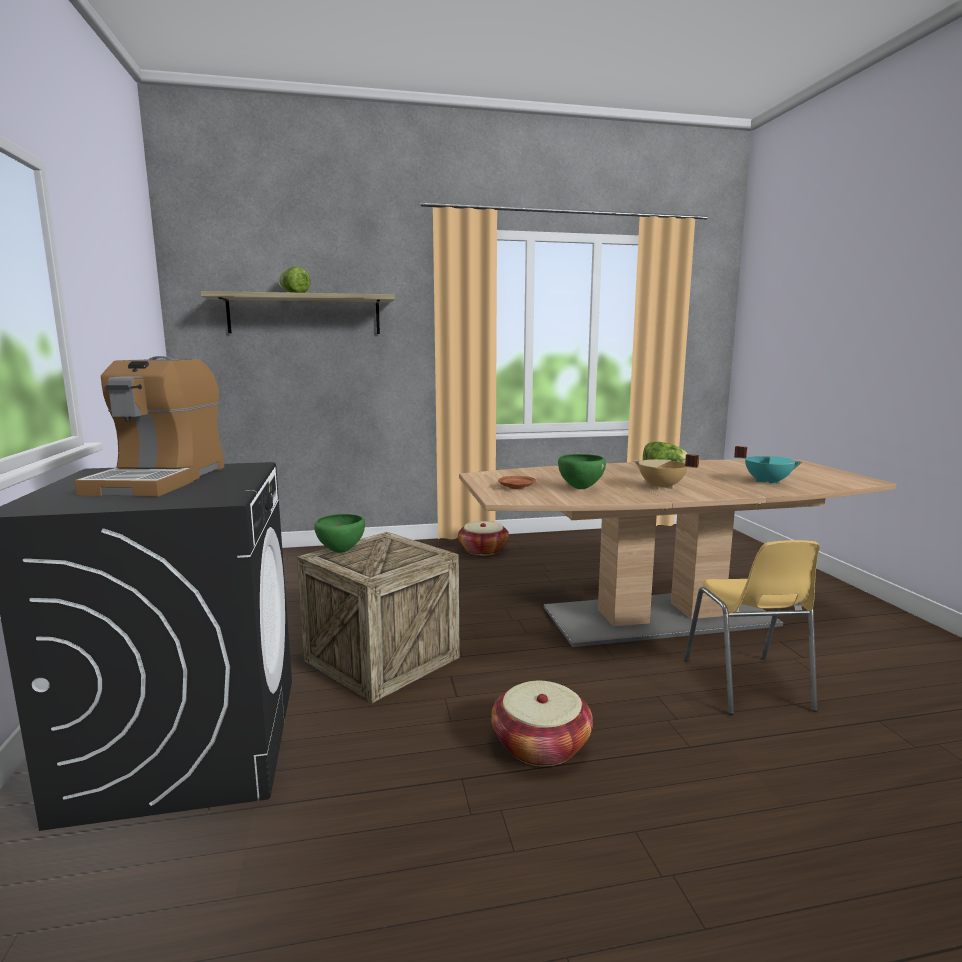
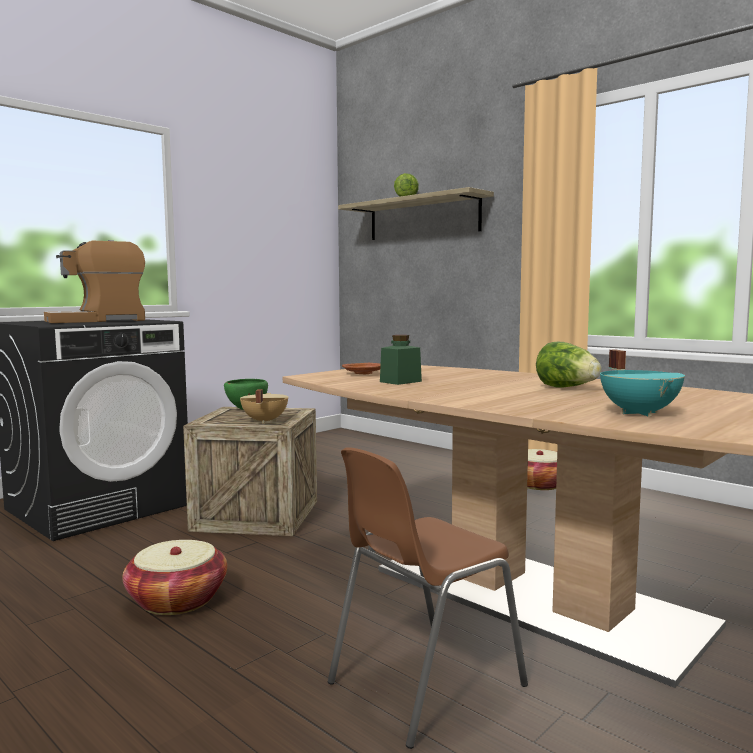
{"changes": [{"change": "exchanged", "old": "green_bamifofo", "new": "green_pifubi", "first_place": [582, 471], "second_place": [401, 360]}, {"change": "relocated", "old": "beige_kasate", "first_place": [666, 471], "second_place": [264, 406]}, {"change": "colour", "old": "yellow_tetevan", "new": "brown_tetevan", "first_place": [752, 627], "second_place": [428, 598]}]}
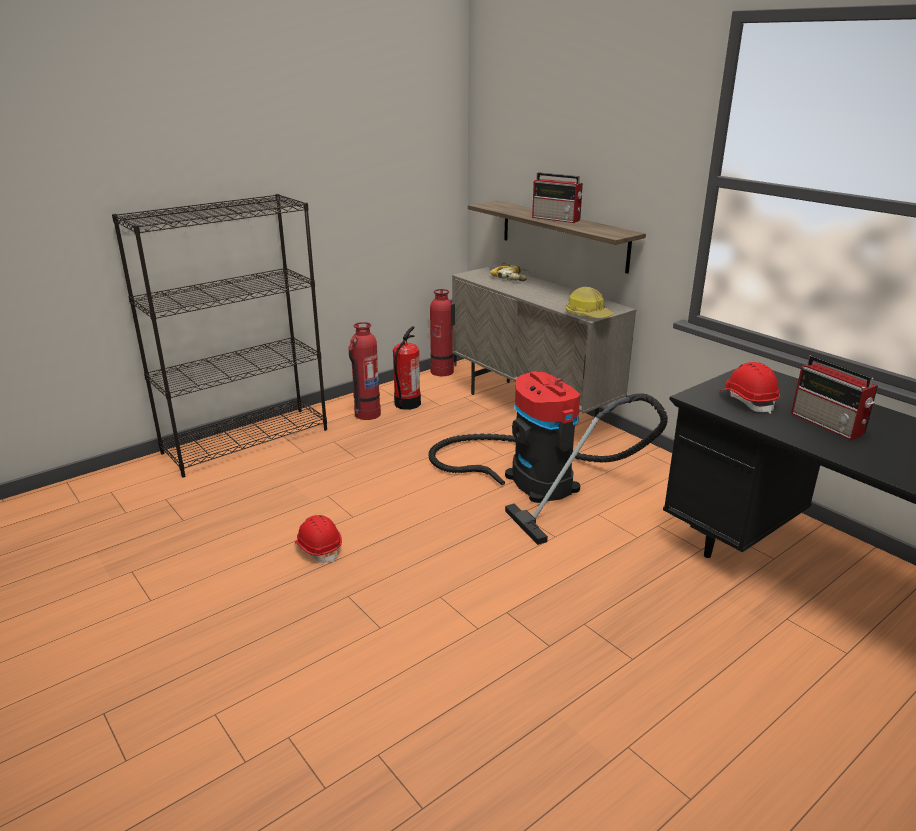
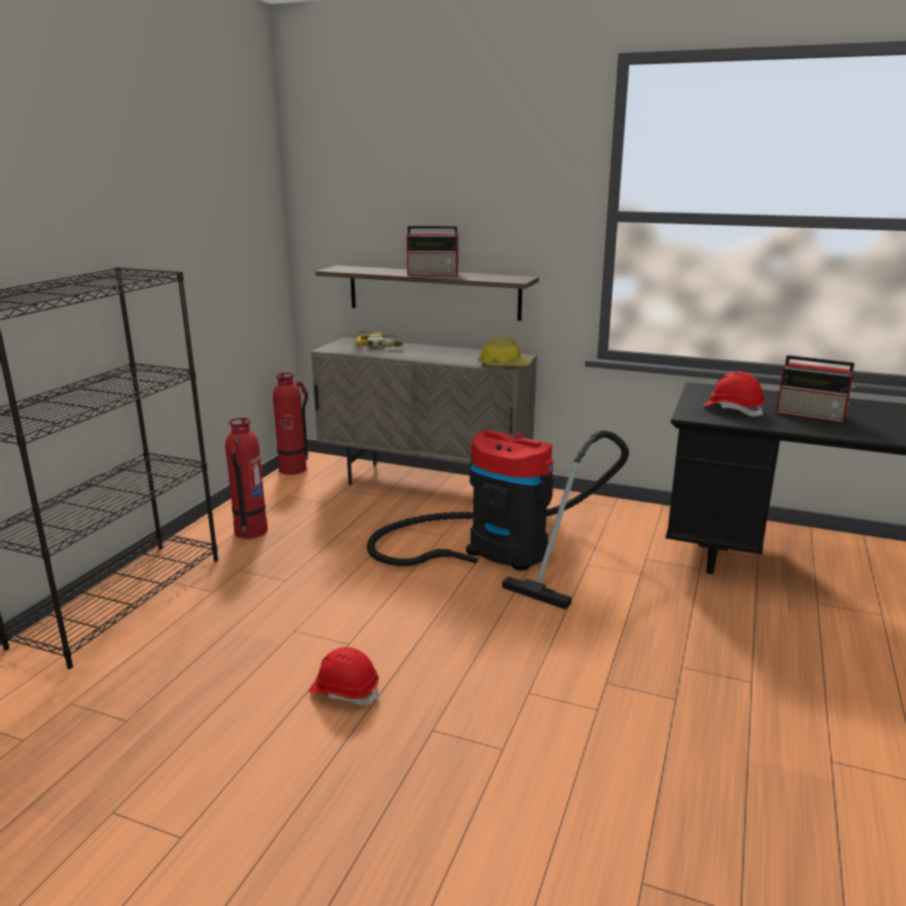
{"changes": [{"change": "missing", "old": "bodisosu", "first_place": [407, 368]}]}
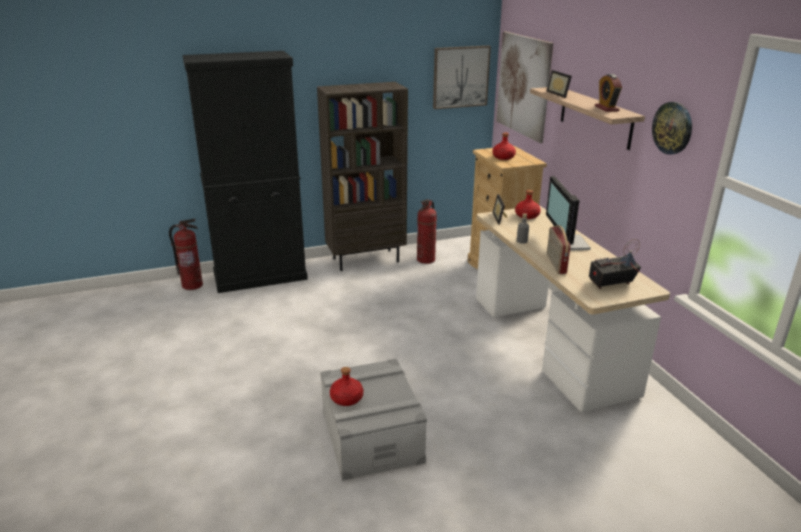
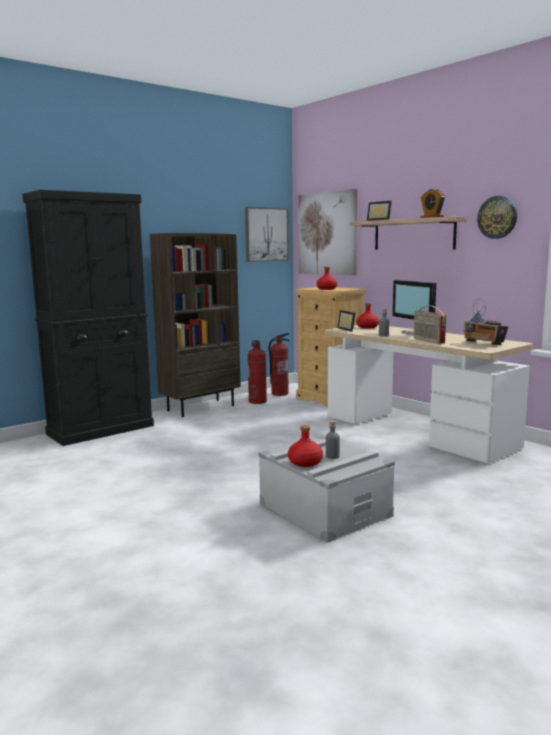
{"changes": [{"change": "relocated", "old": "bodisosu", "first_place": [186, 254], "second_place": [278, 364]}, {"change": "spun", "old": "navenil", "first_place": [615, 264], "second_place": [486, 322], "degrees": -90}, {"change": "appeared", "new": "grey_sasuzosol", "second_place": [333, 439]}]}
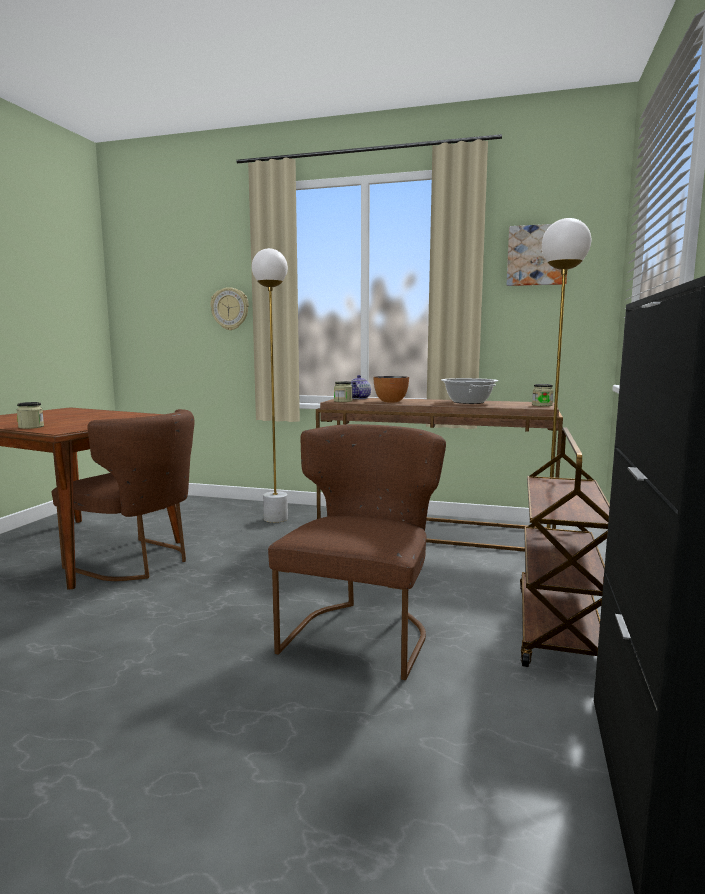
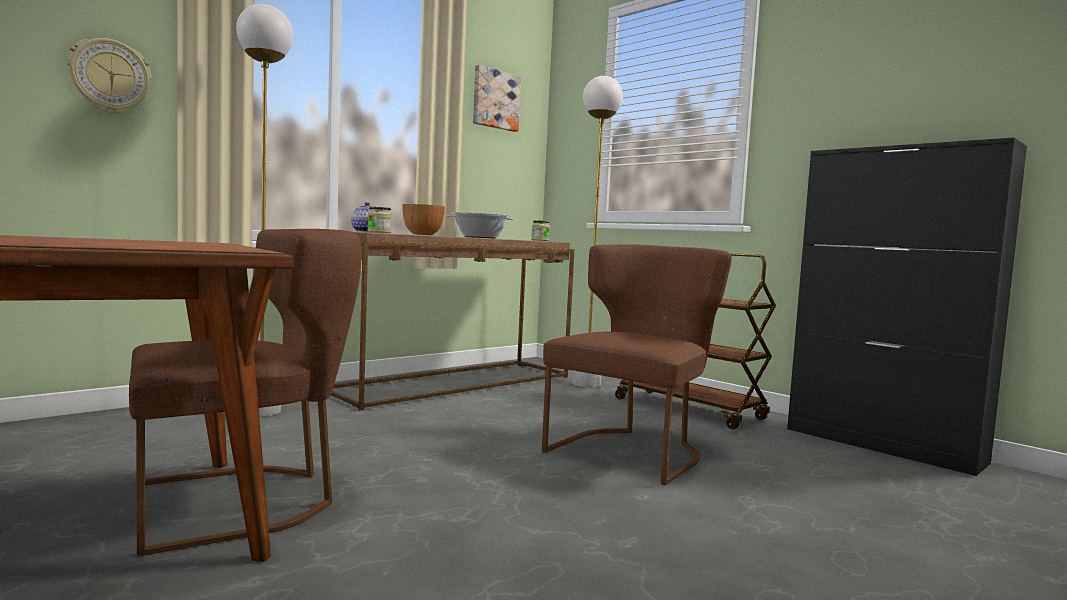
{"changes": [{"change": "missing", "old": "pifubi", "first_place": [30, 415]}, {"change": "spun", "old": "brown_tetevan", "first_place": [357, 552], "second_place": [637, 364], "degrees": 75}]}
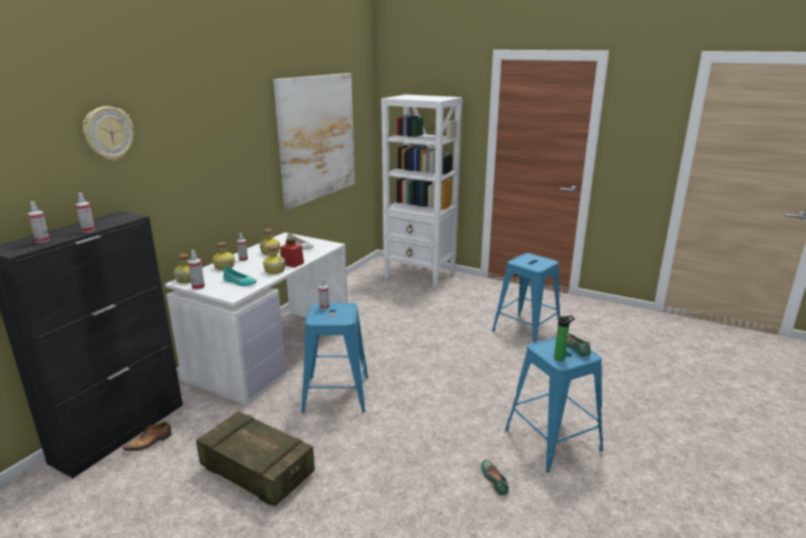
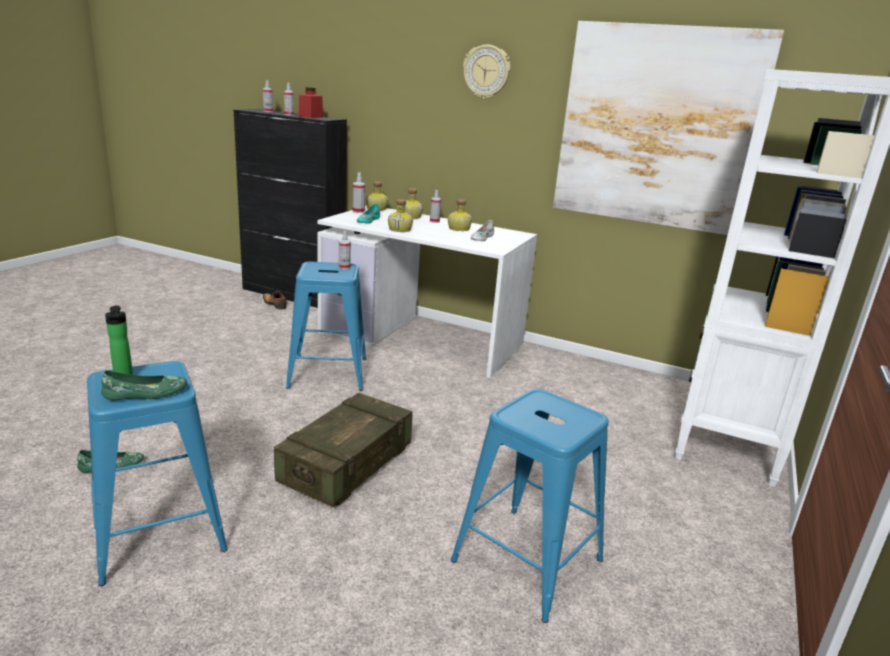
{"changes": [{"change": "relocated", "old": "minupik", "first_place": [108, 133], "second_place": [487, 71]}, {"change": "relocated", "old": "red_pifubi", "first_place": [292, 253], "second_place": [311, 102]}, {"change": "relocated", "old": "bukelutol", "first_place": [255, 458], "second_place": [343, 450]}]}
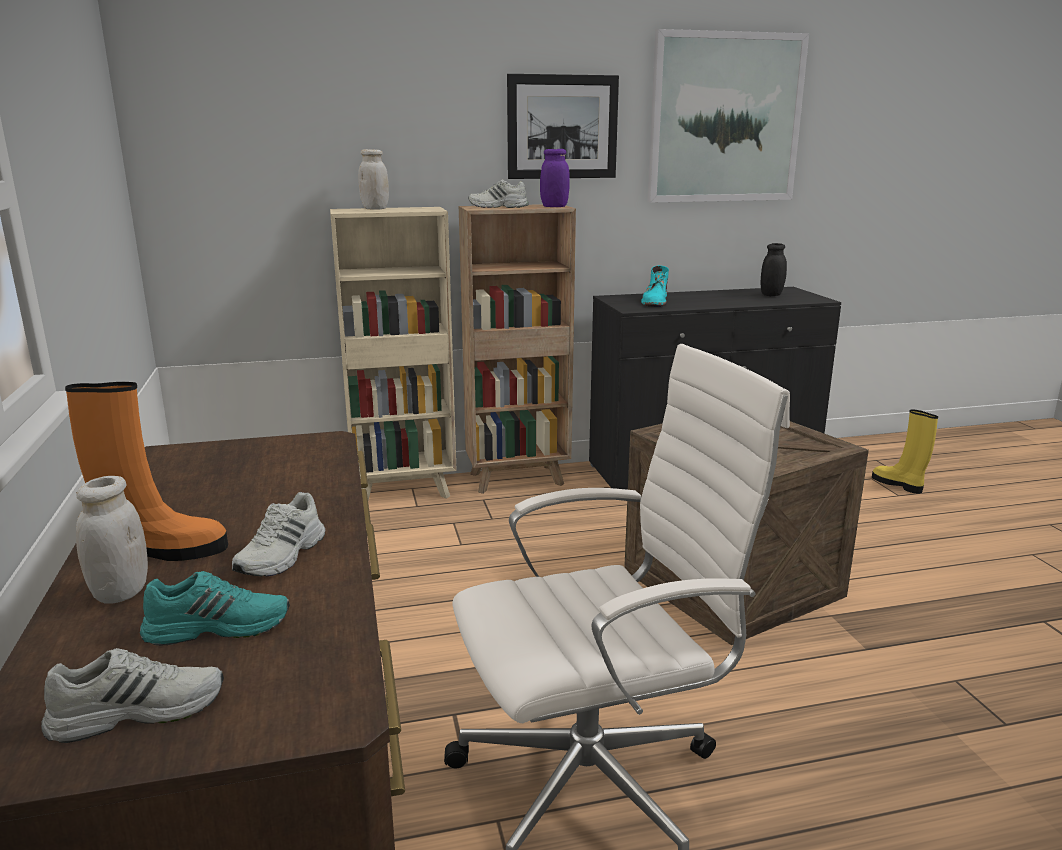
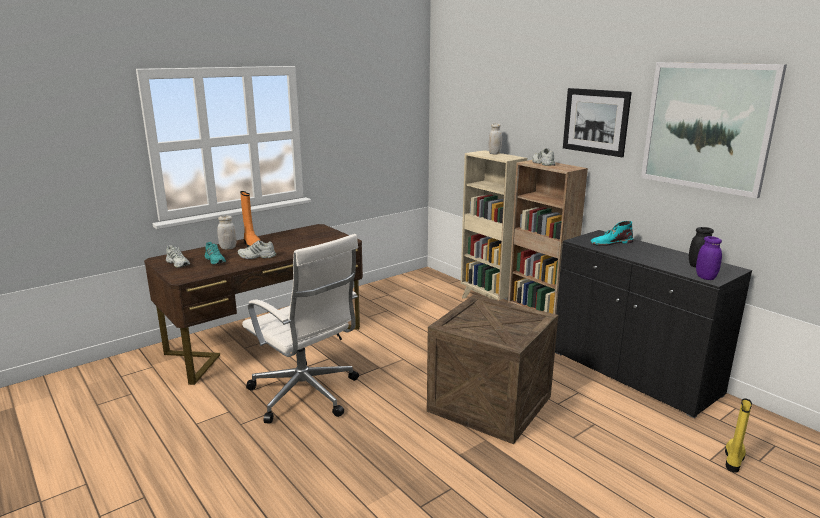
{"changes": [{"change": "relocated", "old": "purple_pifubi", "first_place": [555, 178], "second_place": [709, 258]}]}
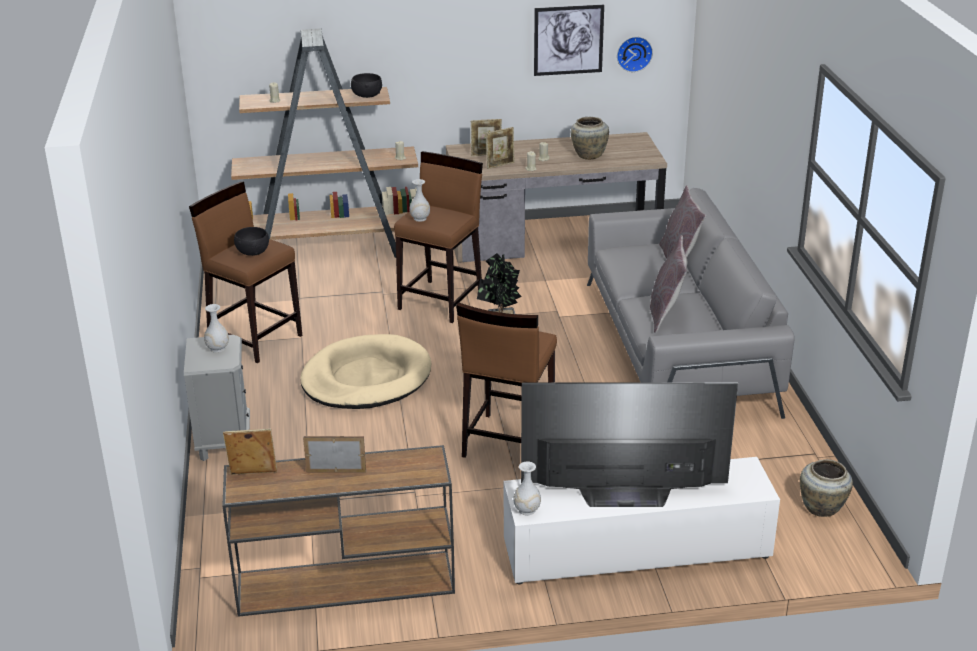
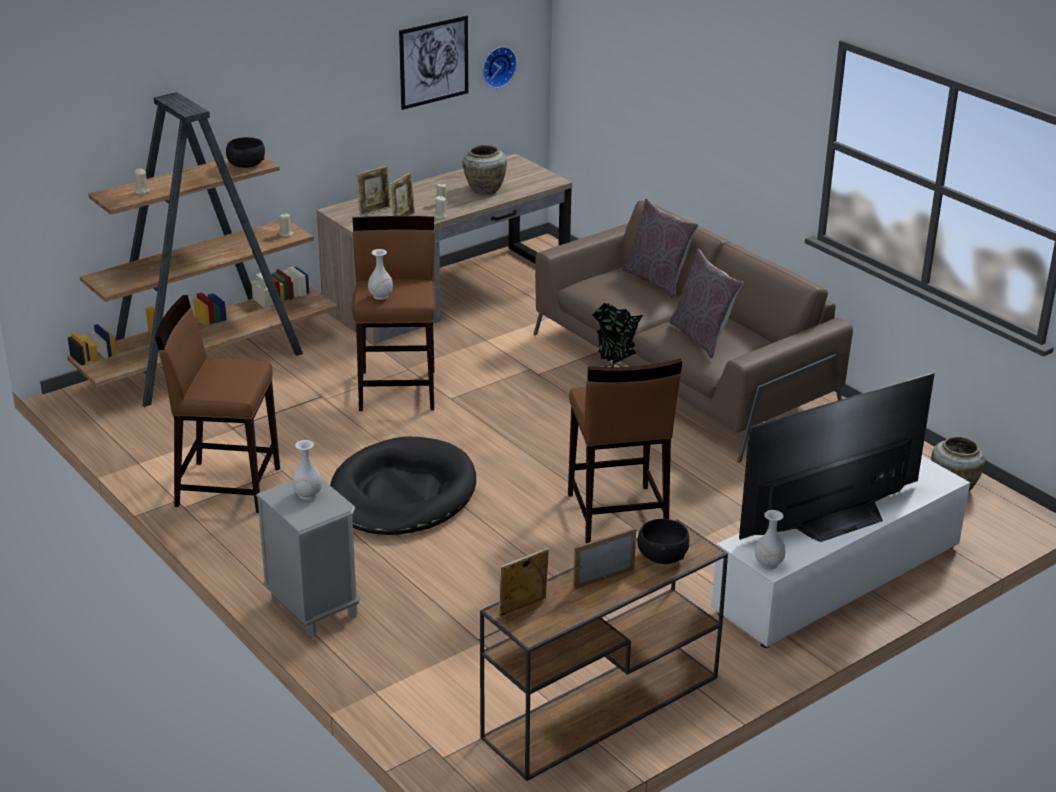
{"changes": [{"change": "colour", "old": "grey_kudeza", "new": "brown_kudeza", "first_place": [691, 303], "second_place": [693, 331]}, {"change": "relocated", "old": "black_bamifofo", "first_place": [251, 241], "second_place": [663, 541]}, {"change": "colour", "old": "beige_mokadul", "new": "black_mokadul", "first_place": [365, 371], "second_place": [403, 486]}]}
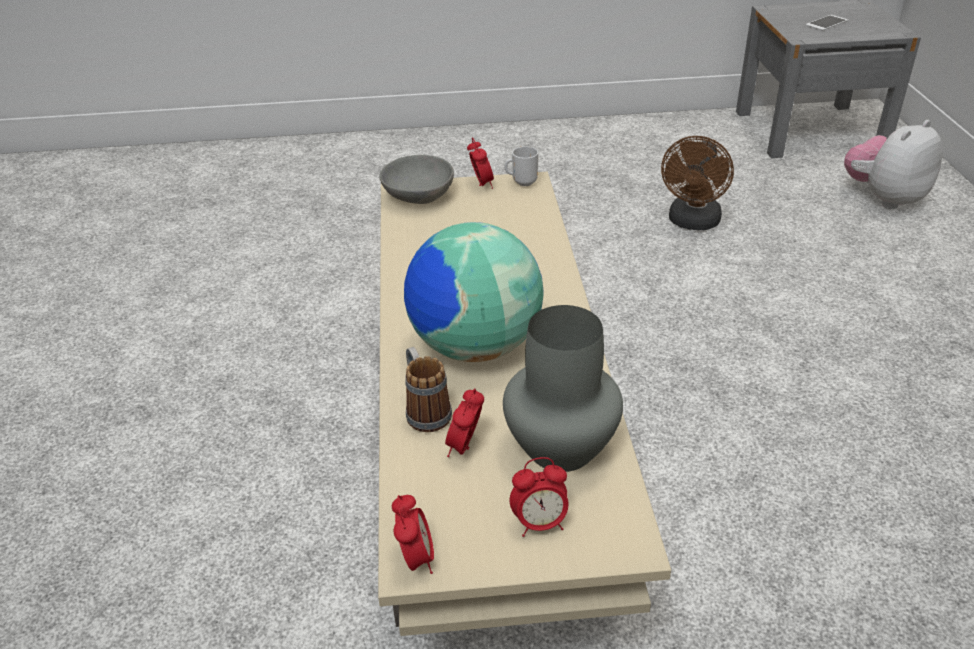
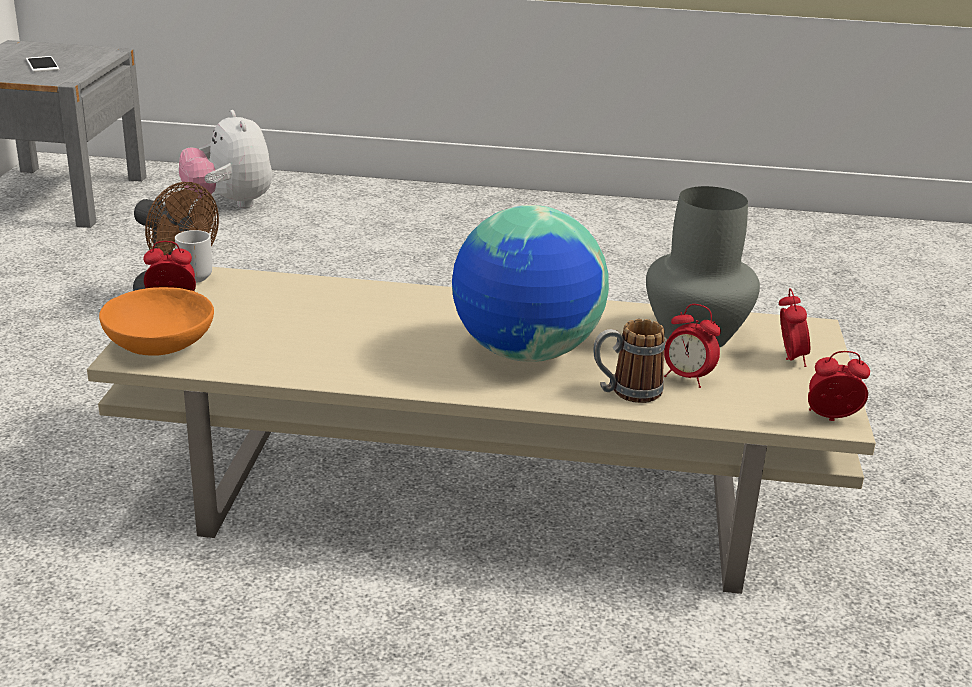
{"changes": [{"change": "colour", "old": "grey_bamifofo", "new": "orange_bamifofo", "first_place": [416, 179], "second_place": [156, 321]}]}
